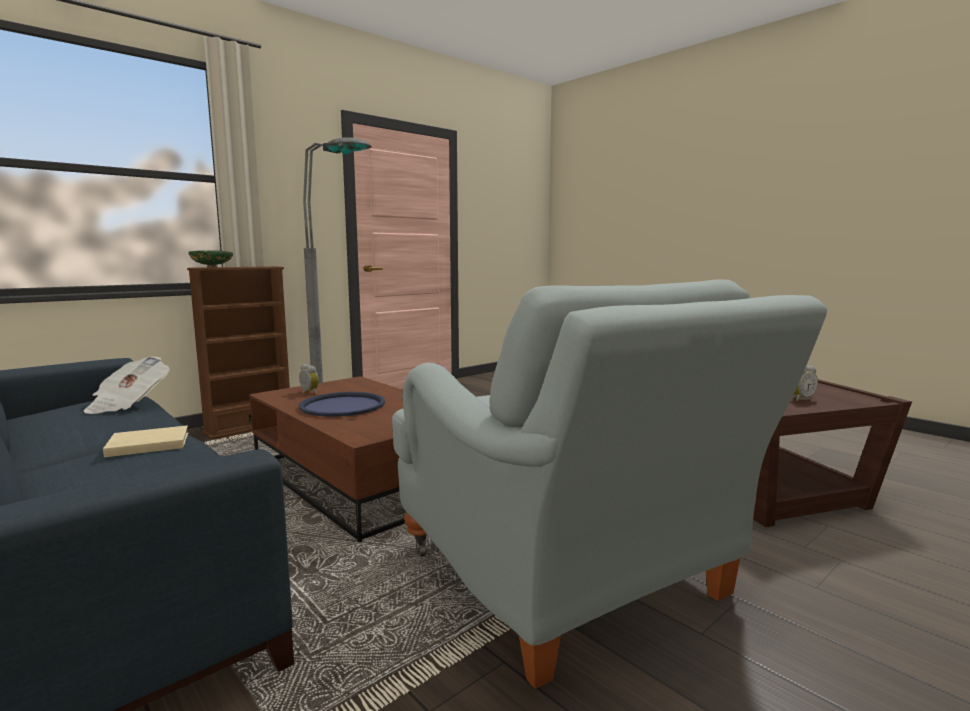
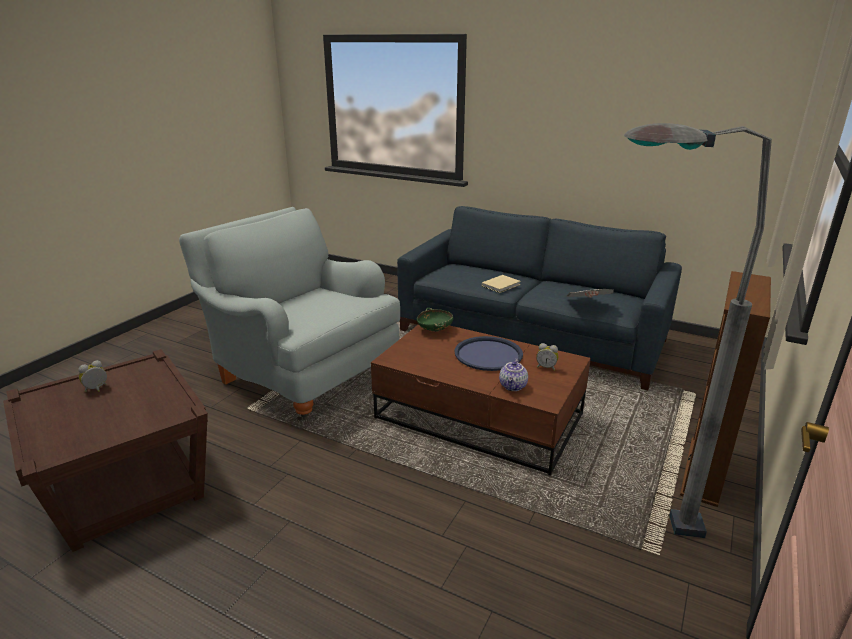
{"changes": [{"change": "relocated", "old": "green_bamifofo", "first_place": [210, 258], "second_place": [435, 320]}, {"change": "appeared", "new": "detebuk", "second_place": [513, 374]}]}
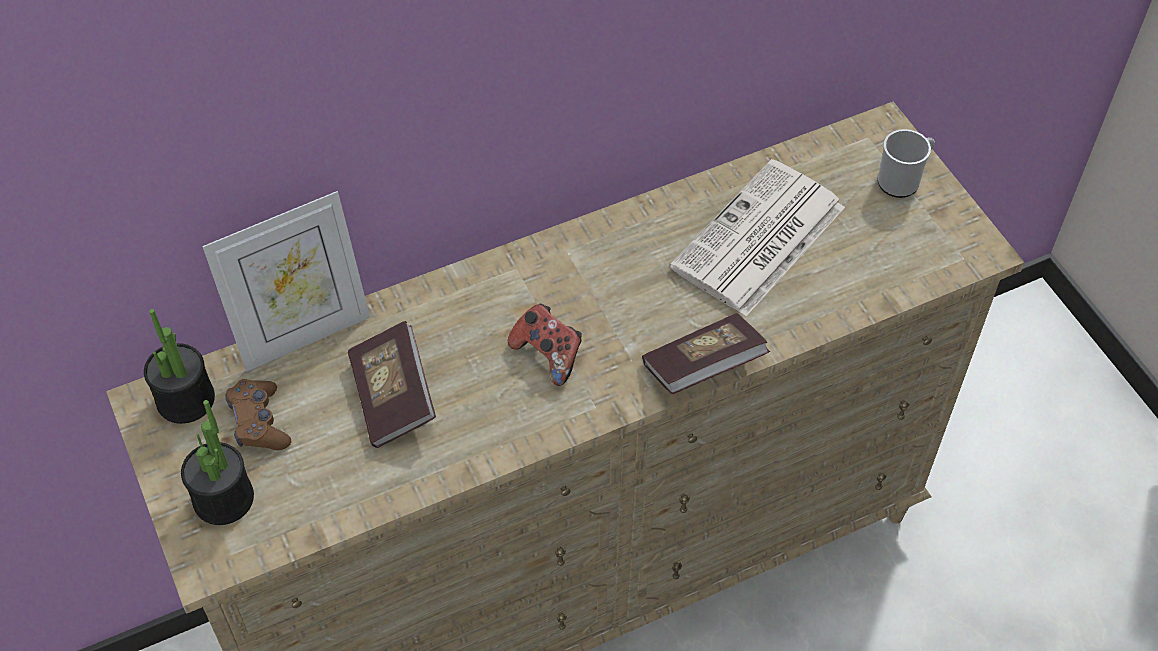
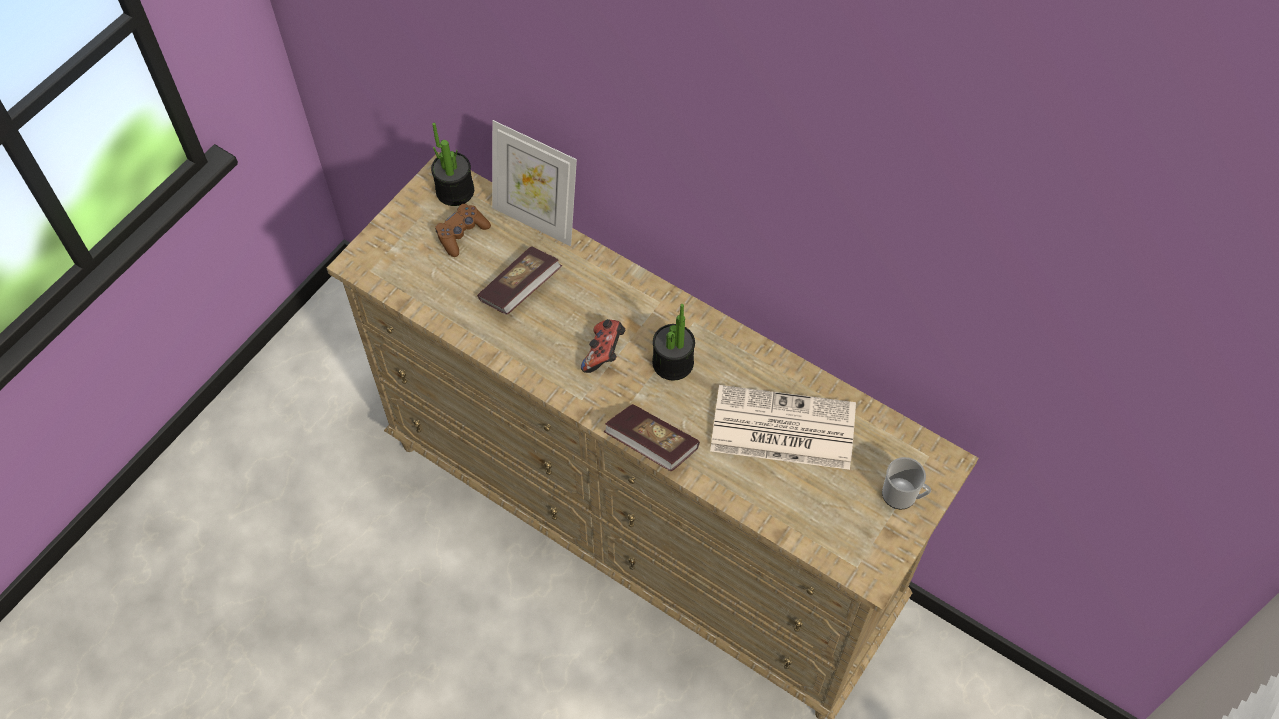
{"changes": [{"change": "relocated", "old": "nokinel", "first_place": [217, 462], "second_place": [673, 342]}]}
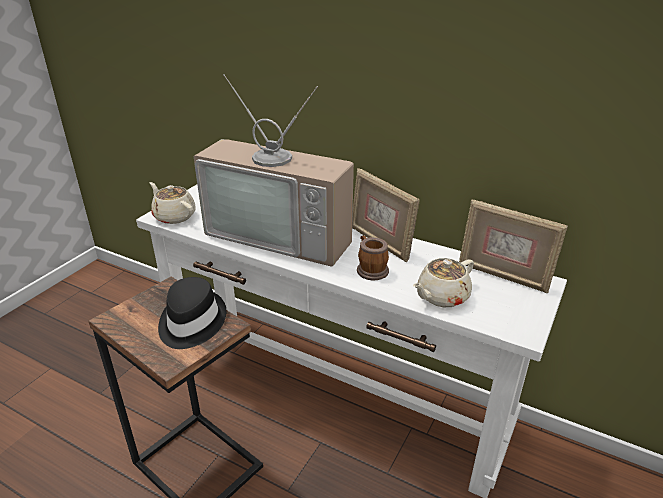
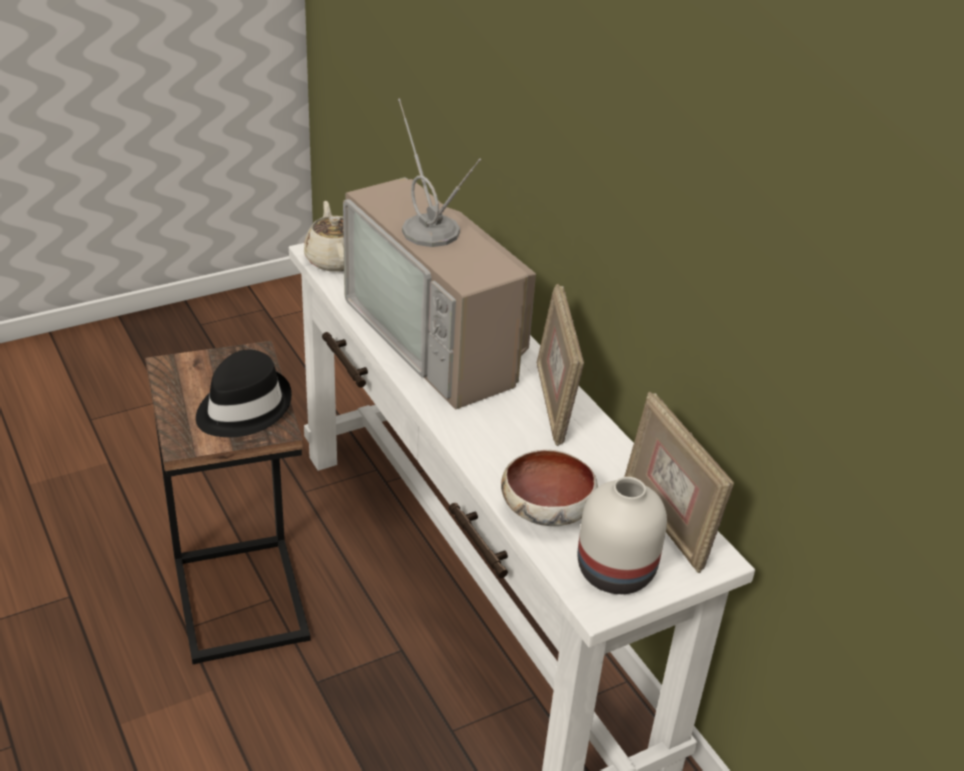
{"changes": [{"change": "missing", "old": "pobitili", "first_place": [373, 257]}, {"change": "exchanged", "old": "beige_detebuk", "new": "bamifofo", "first_place": [443, 282], "second_place": [549, 488]}, {"change": "appeared", "new": "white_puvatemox", "second_place": [622, 535]}]}
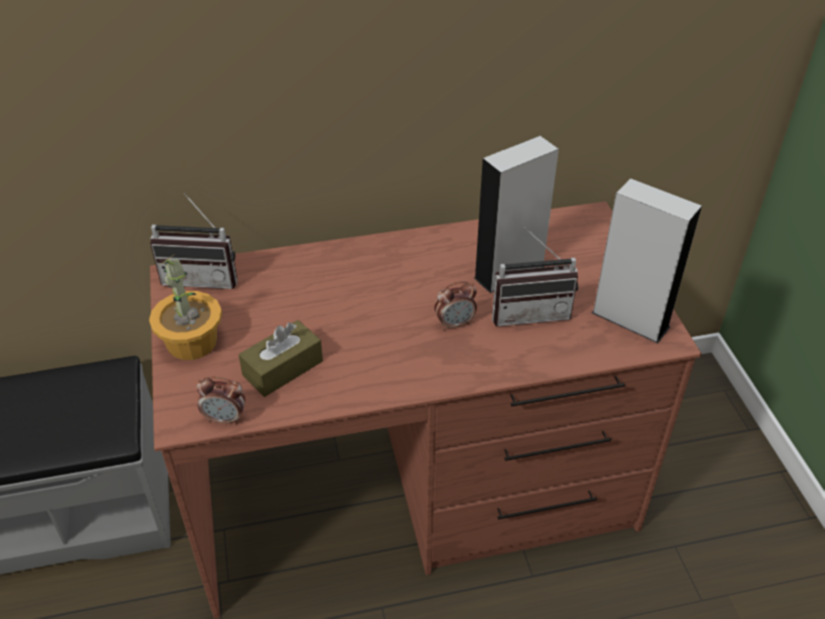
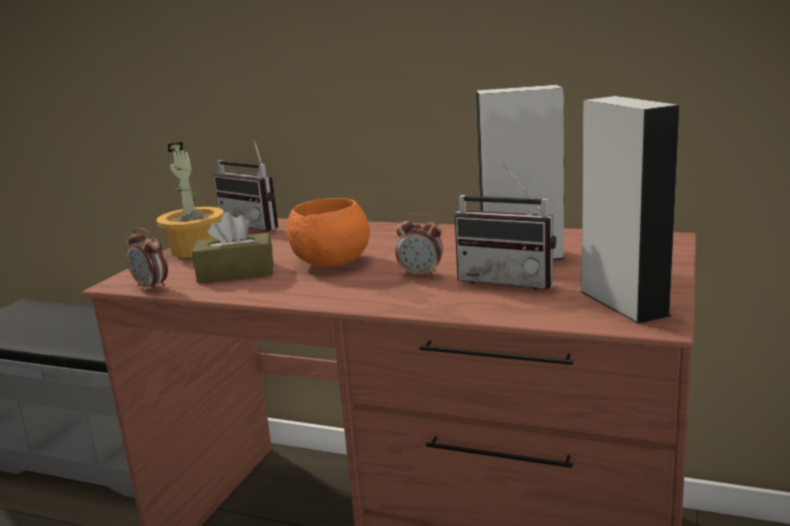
{"changes": [{"change": "appeared", "new": "orange_bamifofo", "second_place": [328, 232]}]}
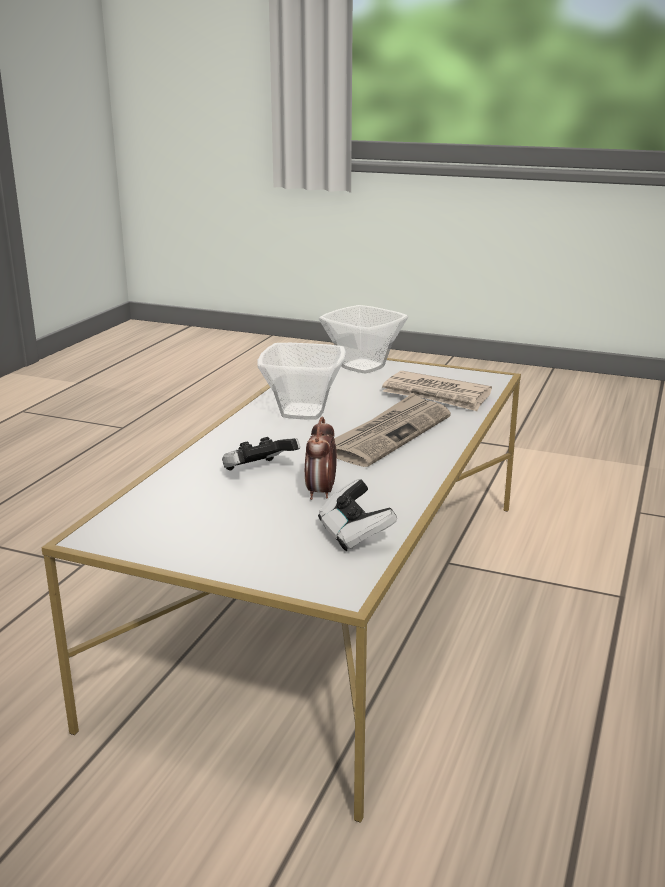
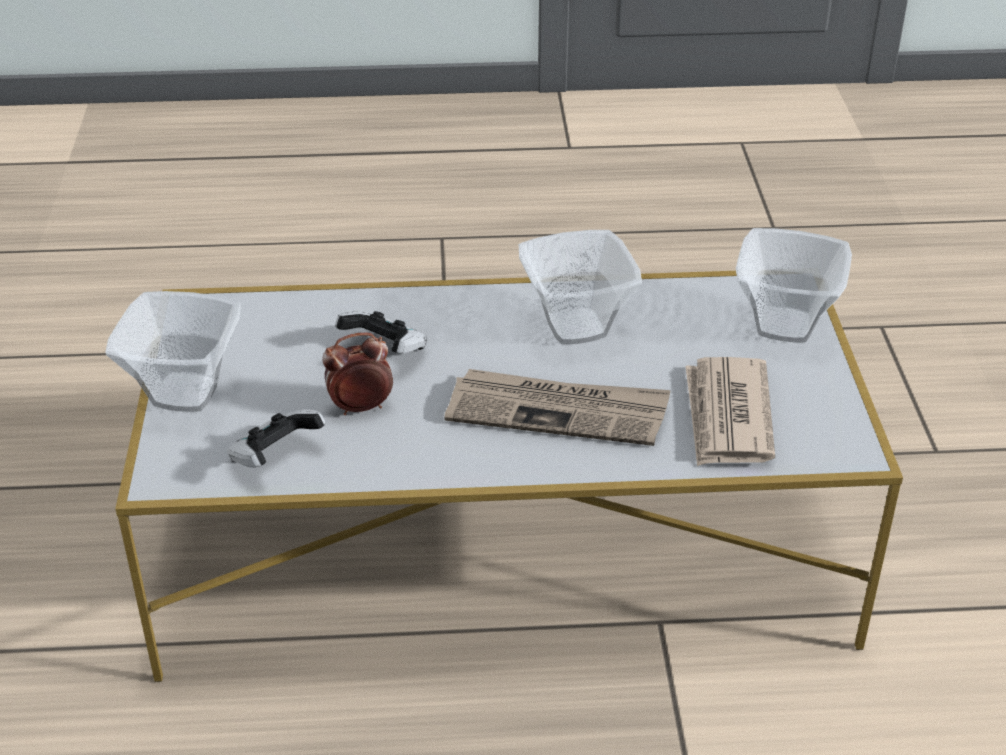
{"changes": [{"change": "appeared", "new": "bamifofo", "second_place": [173, 351]}]}
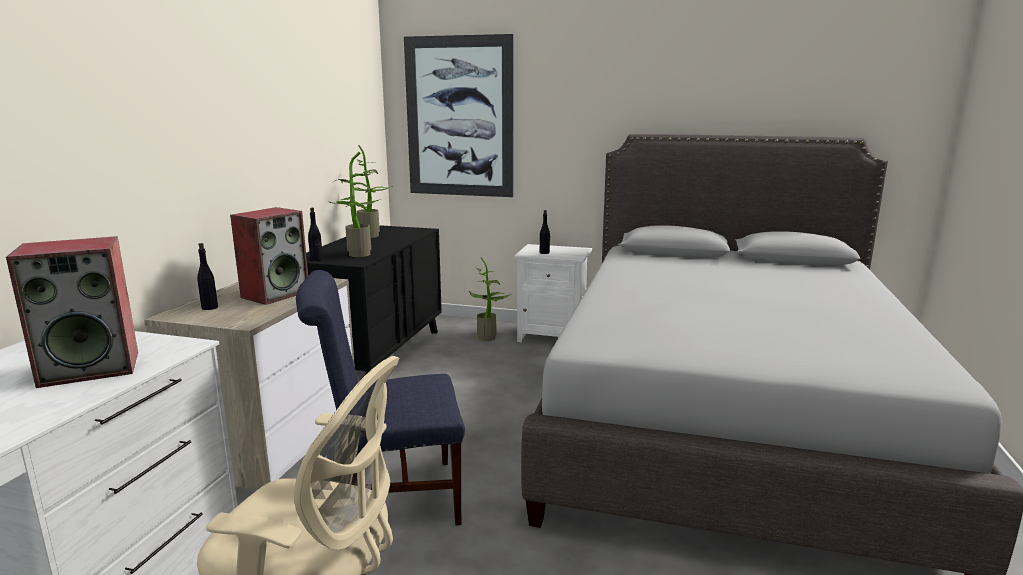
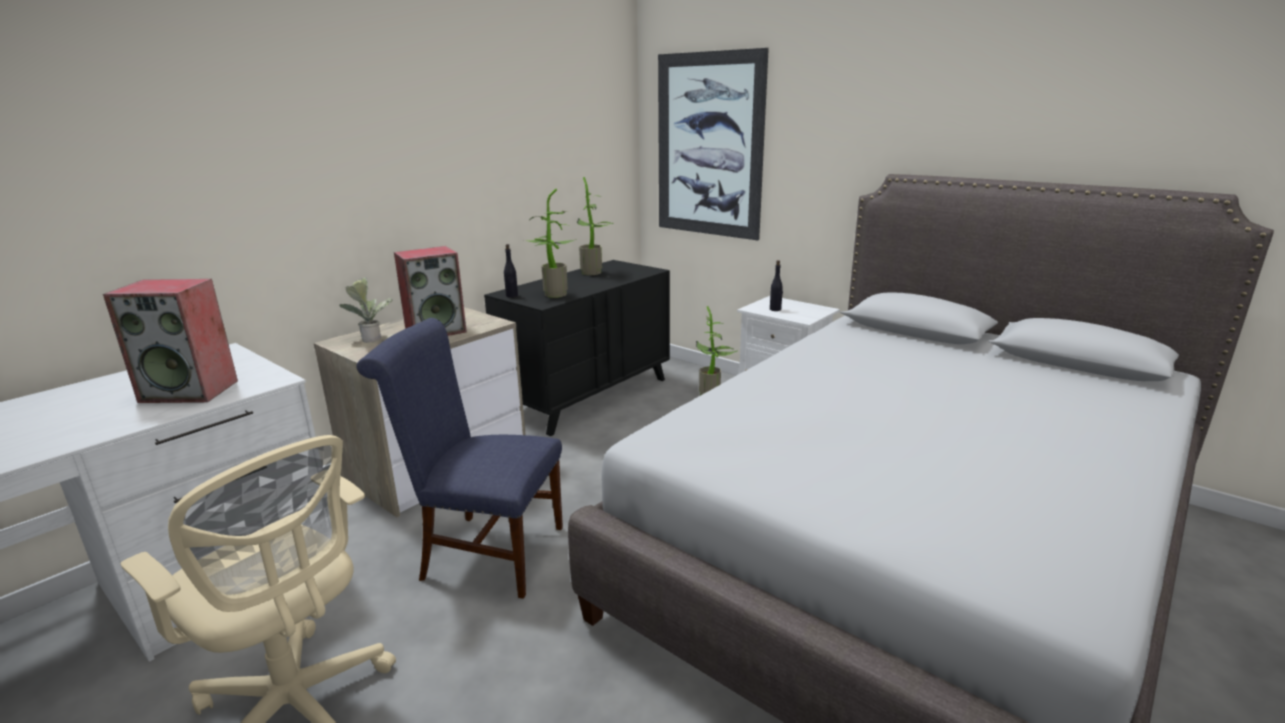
{"changes": [{"change": "exchanged", "old": "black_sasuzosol", "new": "nokinel", "first_place": [207, 276], "second_place": [366, 310]}]}
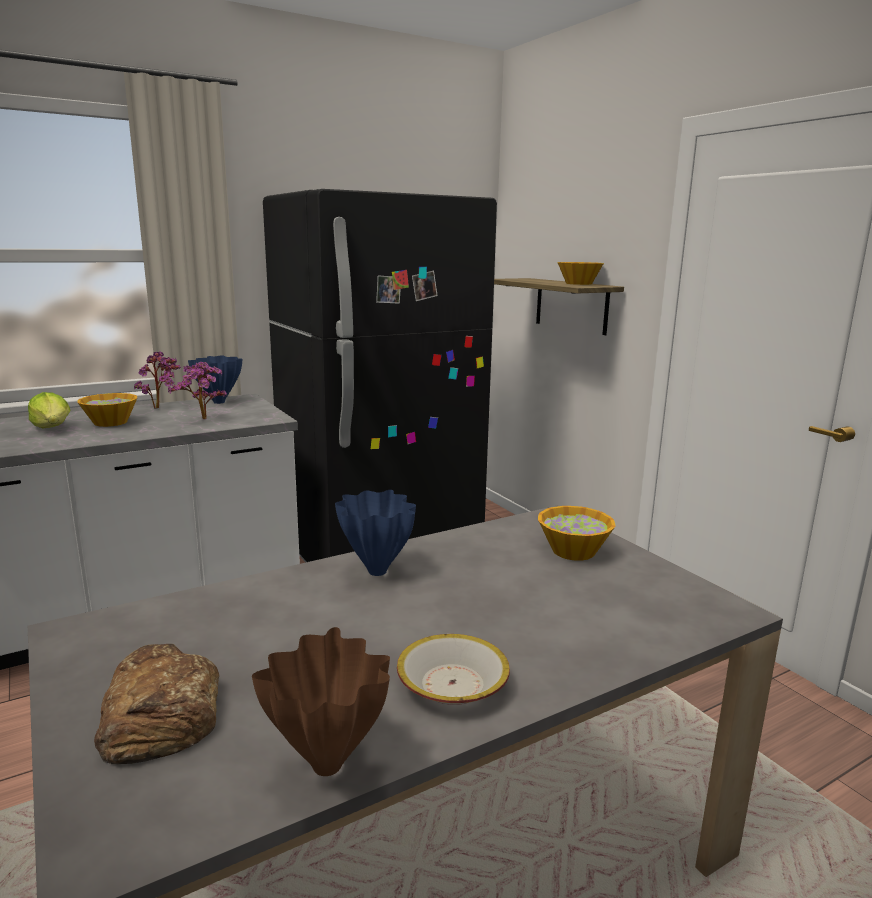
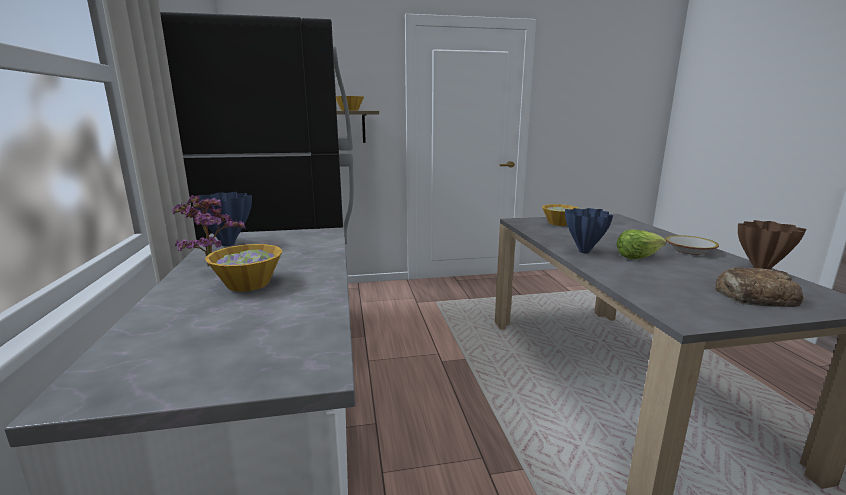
{"changes": [{"change": "missing", "old": "nokinel", "first_place": [197, 390]}, {"change": "relocated", "old": "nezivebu", "first_place": [49, 410], "second_place": [641, 244]}]}
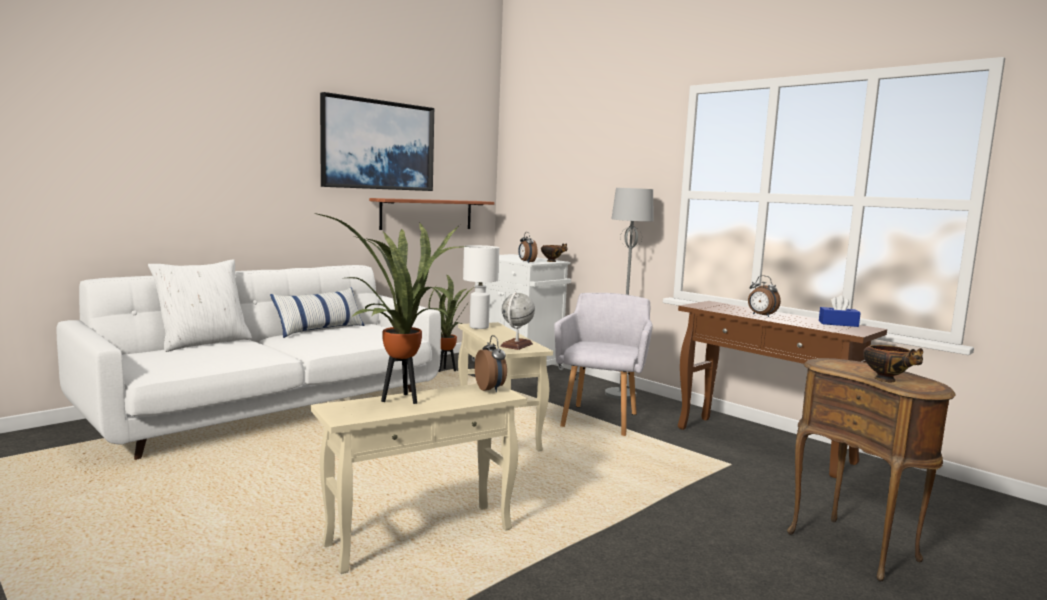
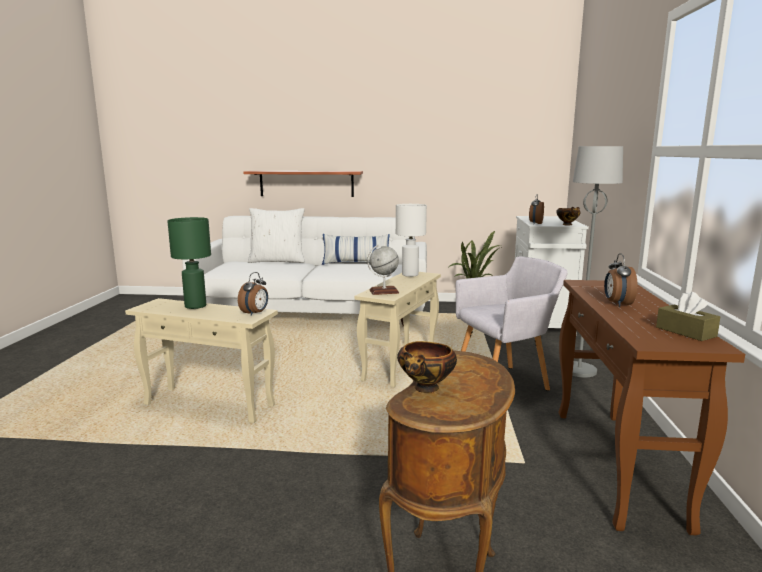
{"changes": [{"change": "missing", "old": "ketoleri", "first_place": [377, 141]}, {"change": "relocated", "old": "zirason", "first_place": [431, 214], "second_place": [303, 184]}, {"change": "exchanged", "old": "nokinel", "new": "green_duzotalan", "first_place": [387, 308], "second_place": [189, 263]}, {"change": "colour", "old": "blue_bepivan", "new": "brown_bepivan", "first_place": [840, 311], "second_place": [688, 316]}]}
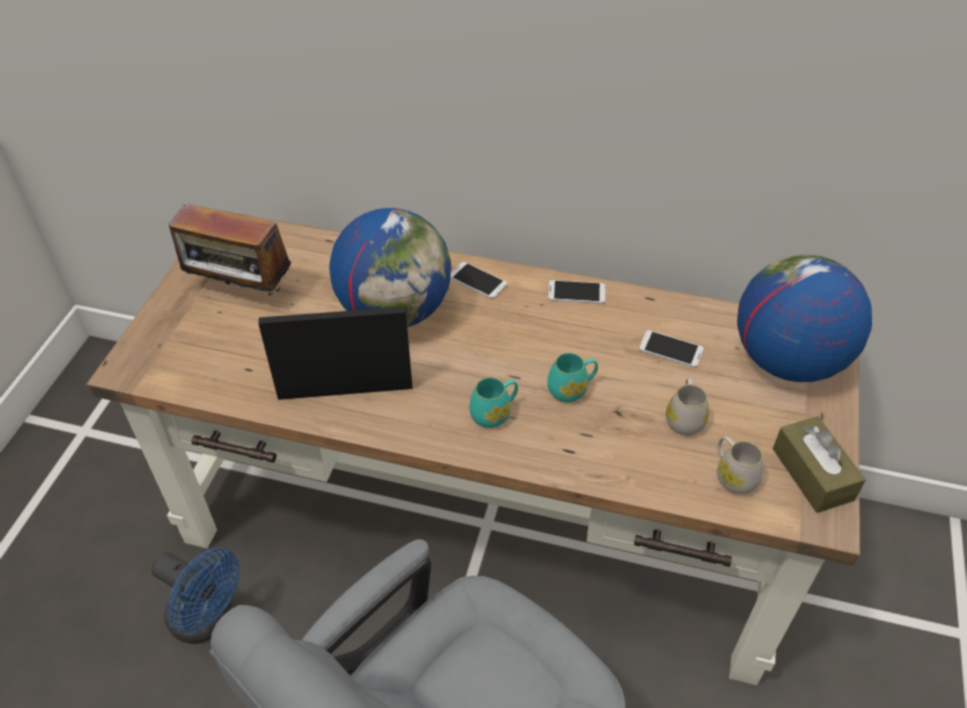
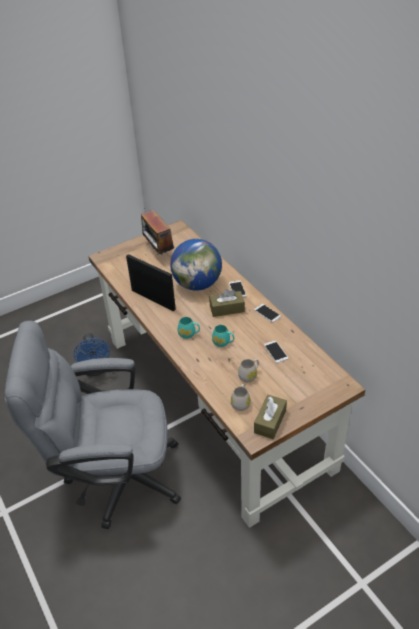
{"changes": [{"change": "missing", "old": "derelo", "first_place": [804, 318]}, {"change": "appeared", "new": "brown_bepivan", "second_place": [227, 303]}]}
